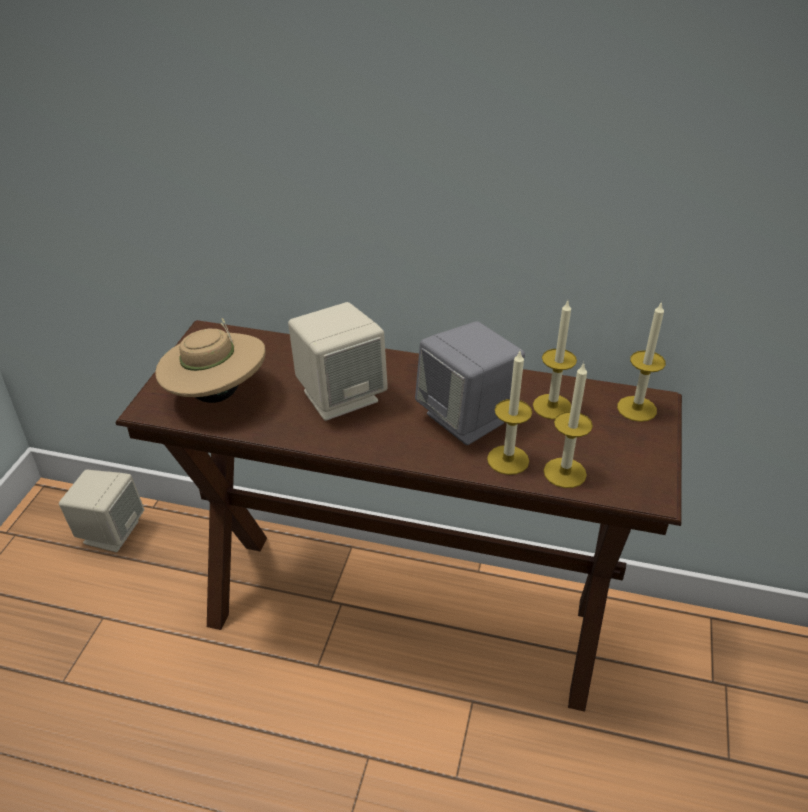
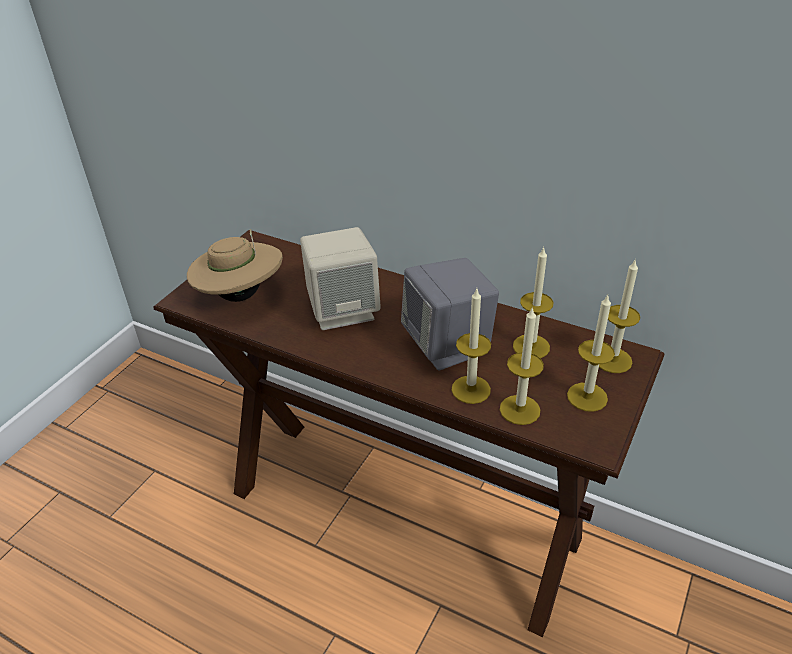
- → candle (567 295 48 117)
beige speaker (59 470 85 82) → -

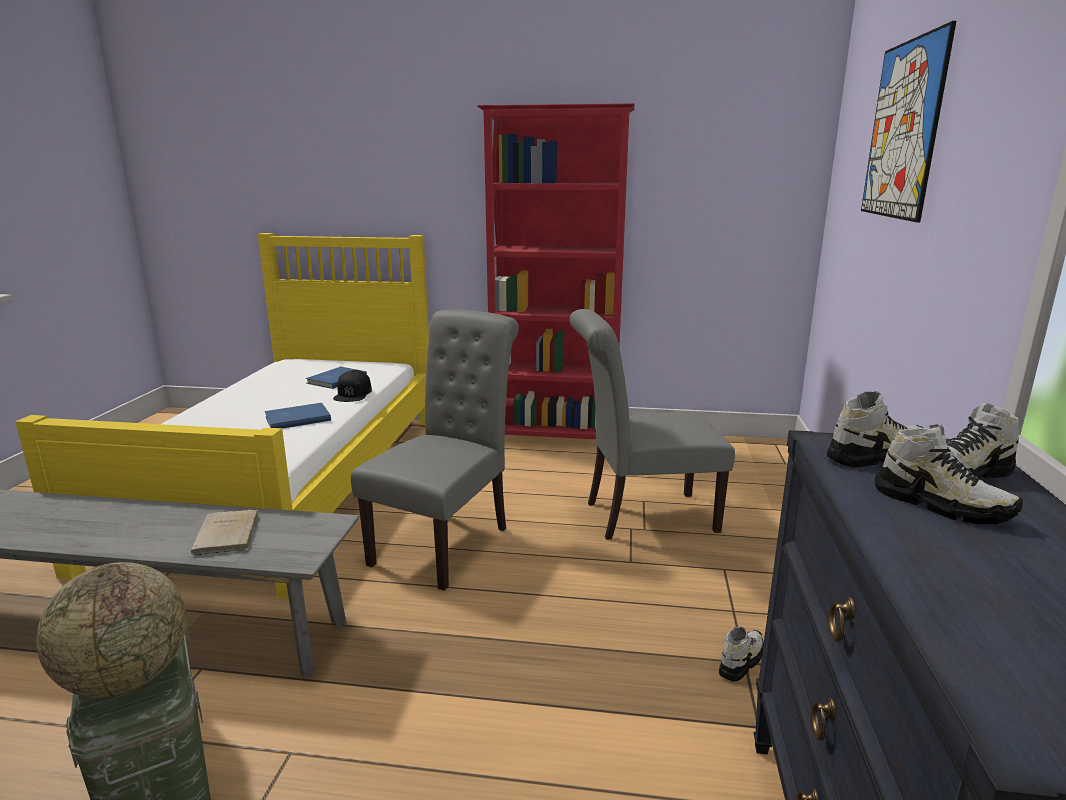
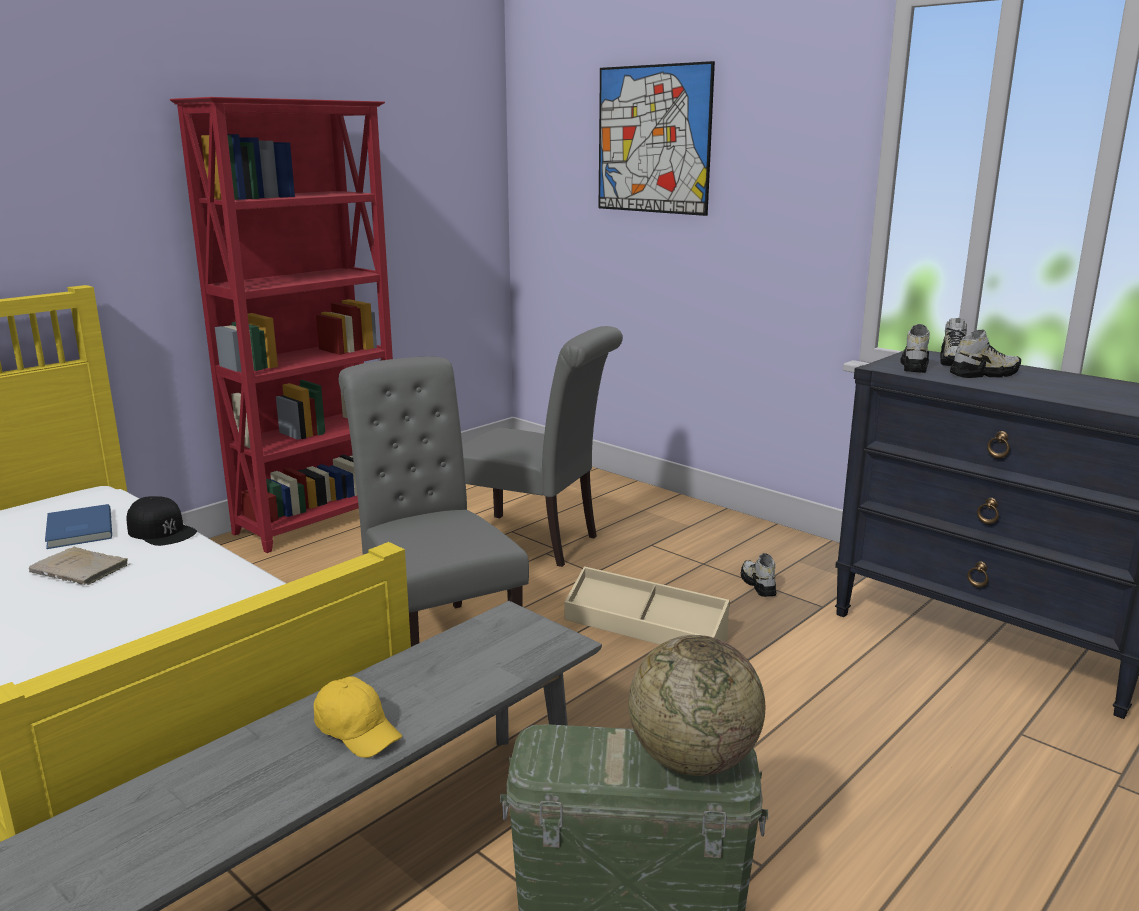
beige book (190 510 68 45) → beige book (29 547 100 38), moved
- → yellow cap (313 676 89 82)
grey chair (570 309 165 231) → grey chair (462 326 161 241), 90 degrees counterclockwise
- → beige storage box (565 566 165 79)
blue book (265 403 66 26) → -

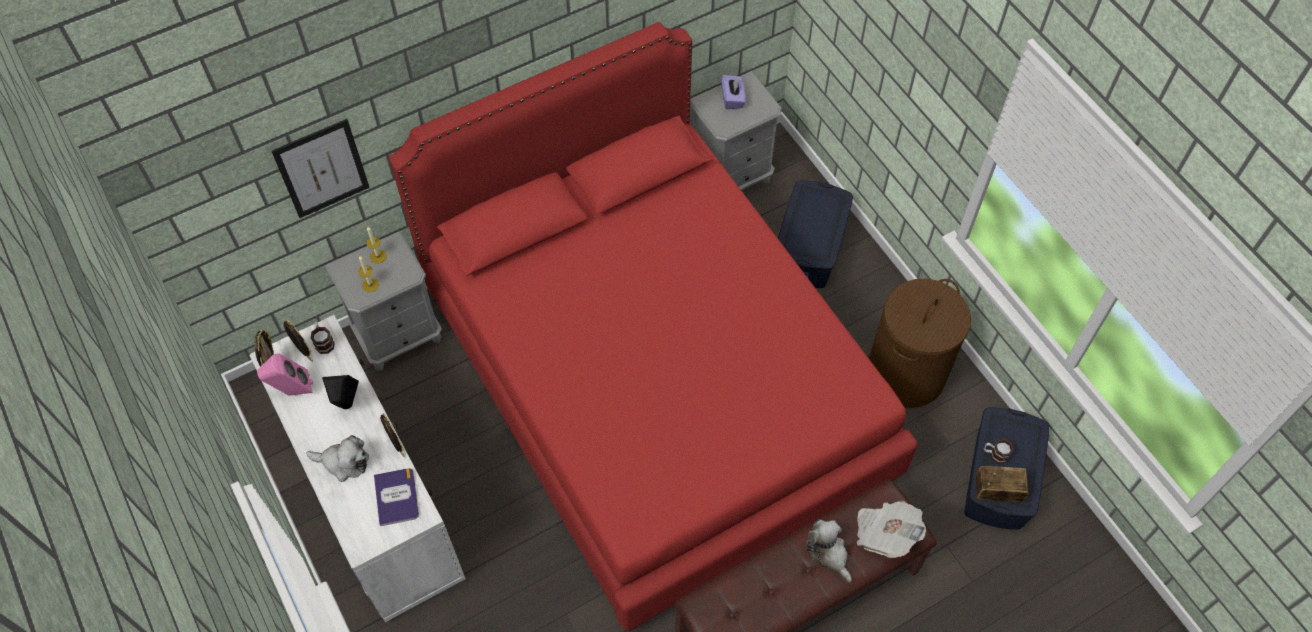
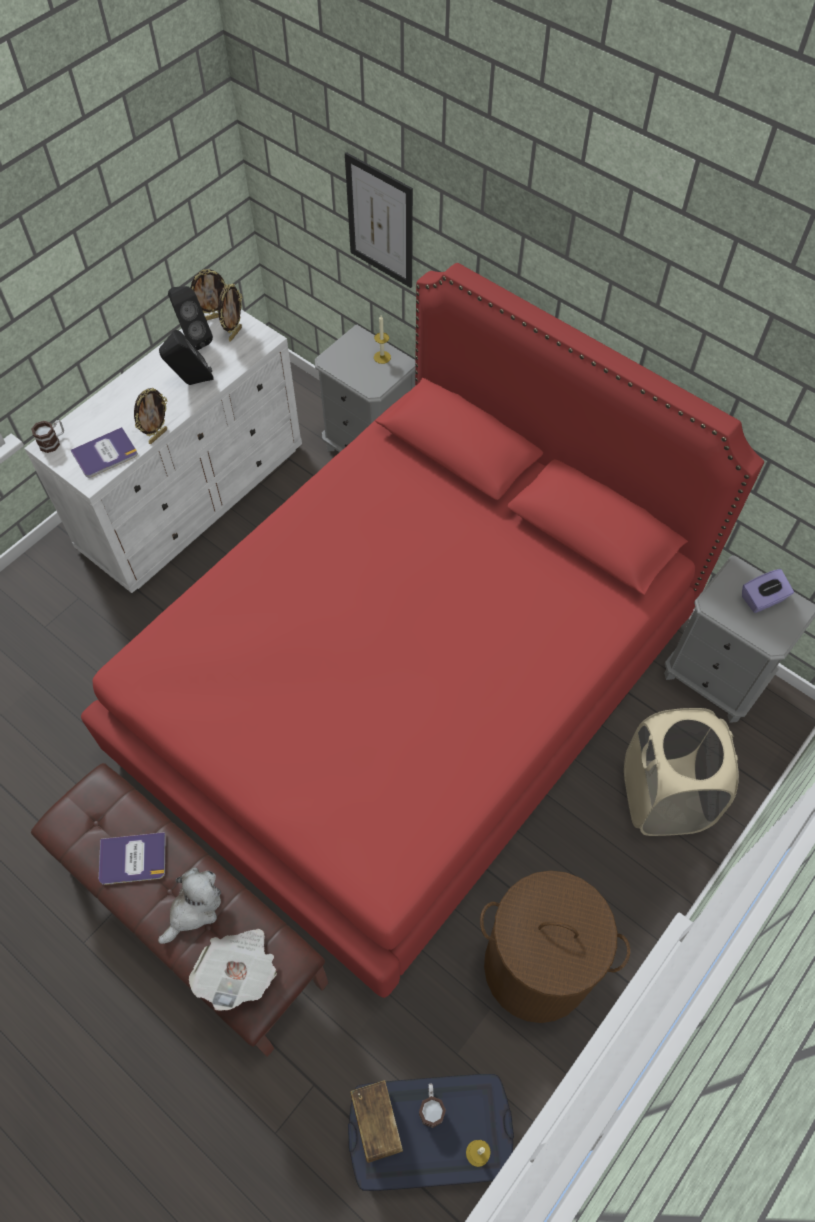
mug (311 322 24 32) → mug (31 420 33 33), moved
- → book (99 832 67 53)
pink speaker (257 354 56 42) → black speaker (168 286 45 65)
candle (358 256 21 36) → candle (466 1140 25 27), moved
blue storage box (778 180 75 108) → beige laundry basket (624 708 115 128)
plush toy (306 435 63 47) → -

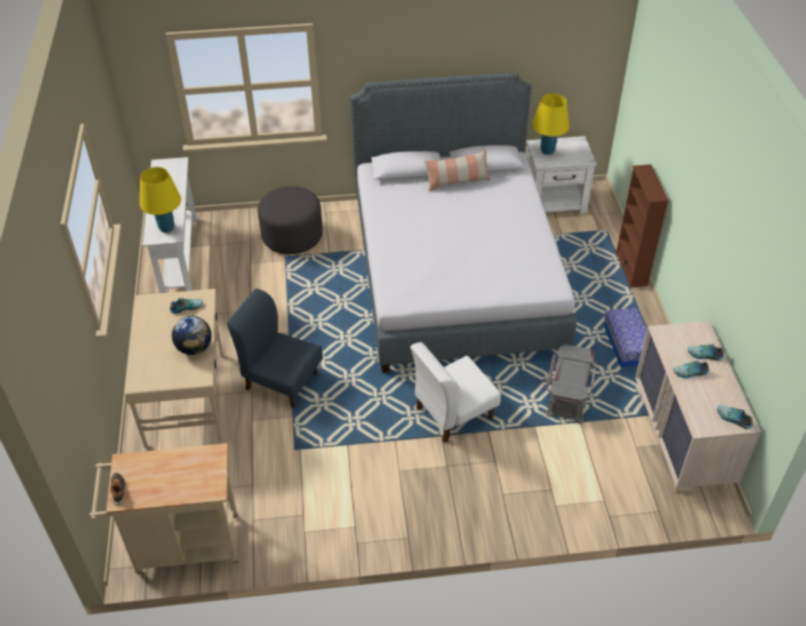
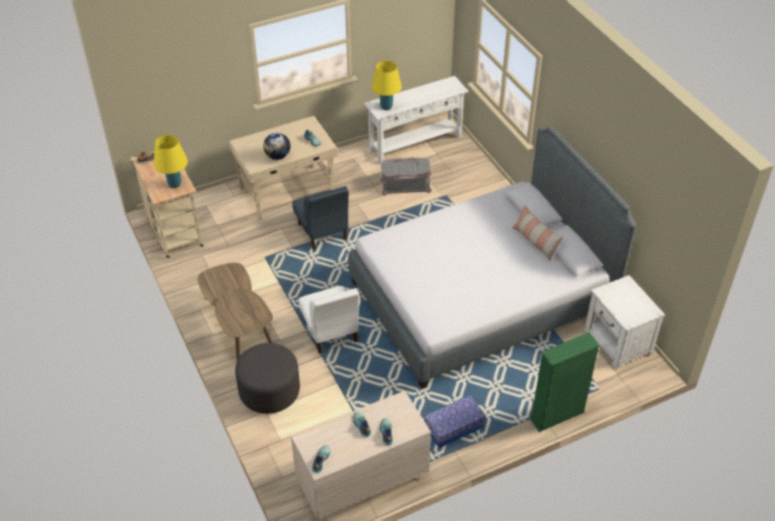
yellow table lamp (532 94 37 61) → yellow table lamp (154 135 34 53), moved
- → brown coffee table (197 263 76 98)
grey ottoman (258 186 65 68) → grey ottoman (235 343 65 71), moved
blue chair (227 288 96 120) → blue chair (292 186 57 64), 150 degrees clockwise
white chair (410 342 91 101) → white chair (298 286 61 68), 150 degrees counterclockwise
grey storage box (545 344 52 80) → grey storage box (380 158 52 37), moved
brown bookcase (615 164 54 123) → green bookcase (530 333 70 99)

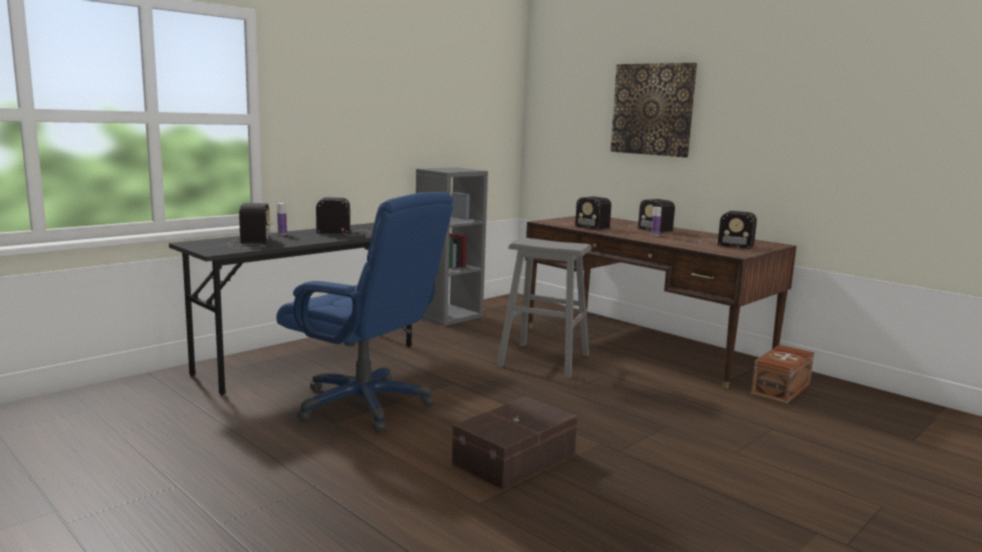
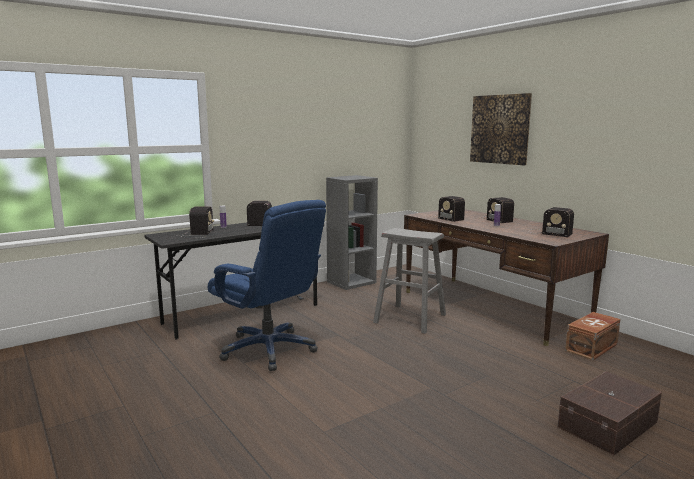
brown storage box (452 396 126 94) → brown storage box (558 371 104 84), moved

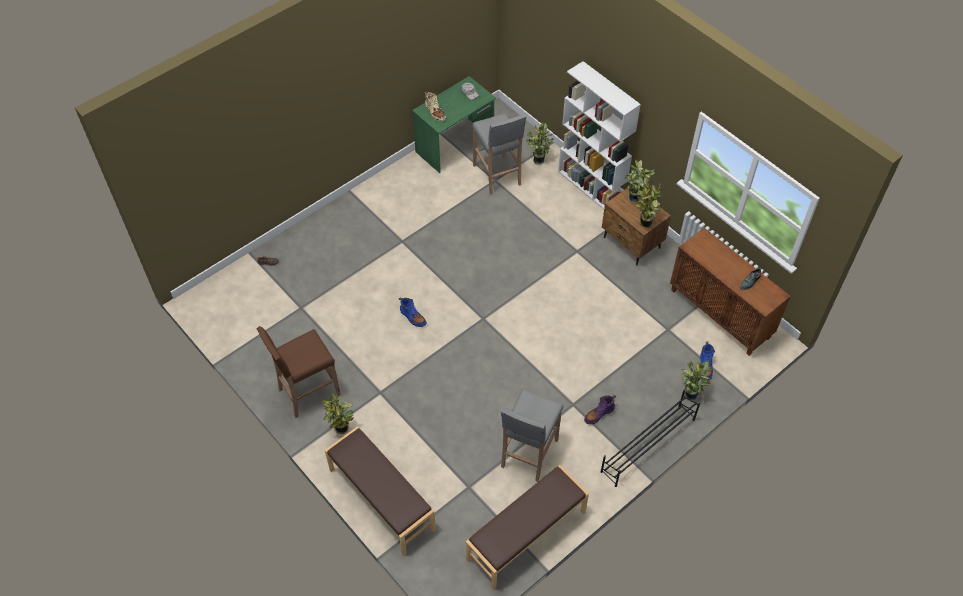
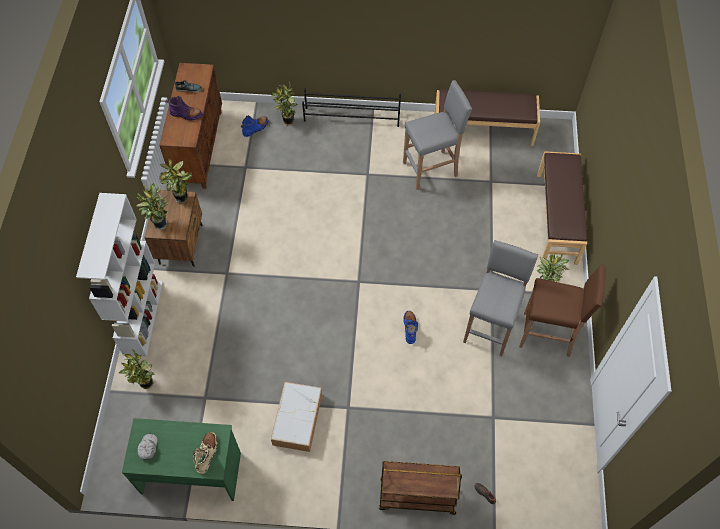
purple boot (584 395 32 29) → purple boot (166 96 37 24), moved
- → storage box (271 382 51 70)
- → brown cart (379 461 83 54)
grey stool (472 113 55 82) → grey stool (463 240 75 116), moved

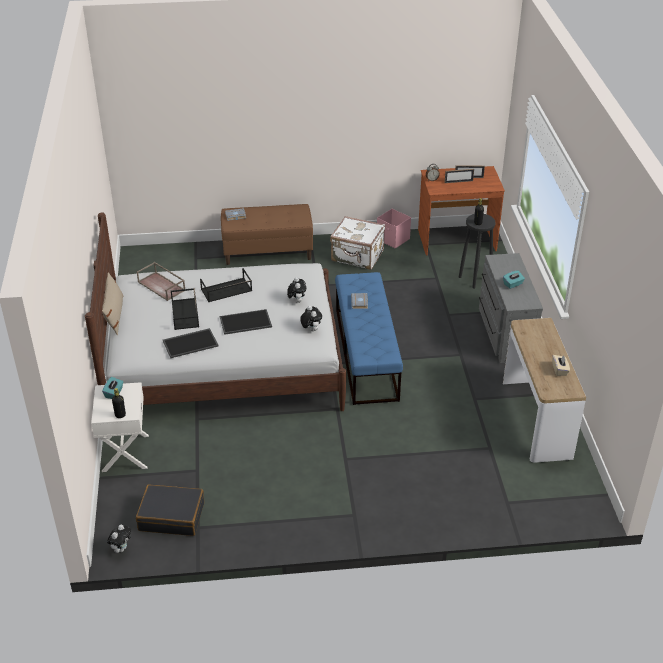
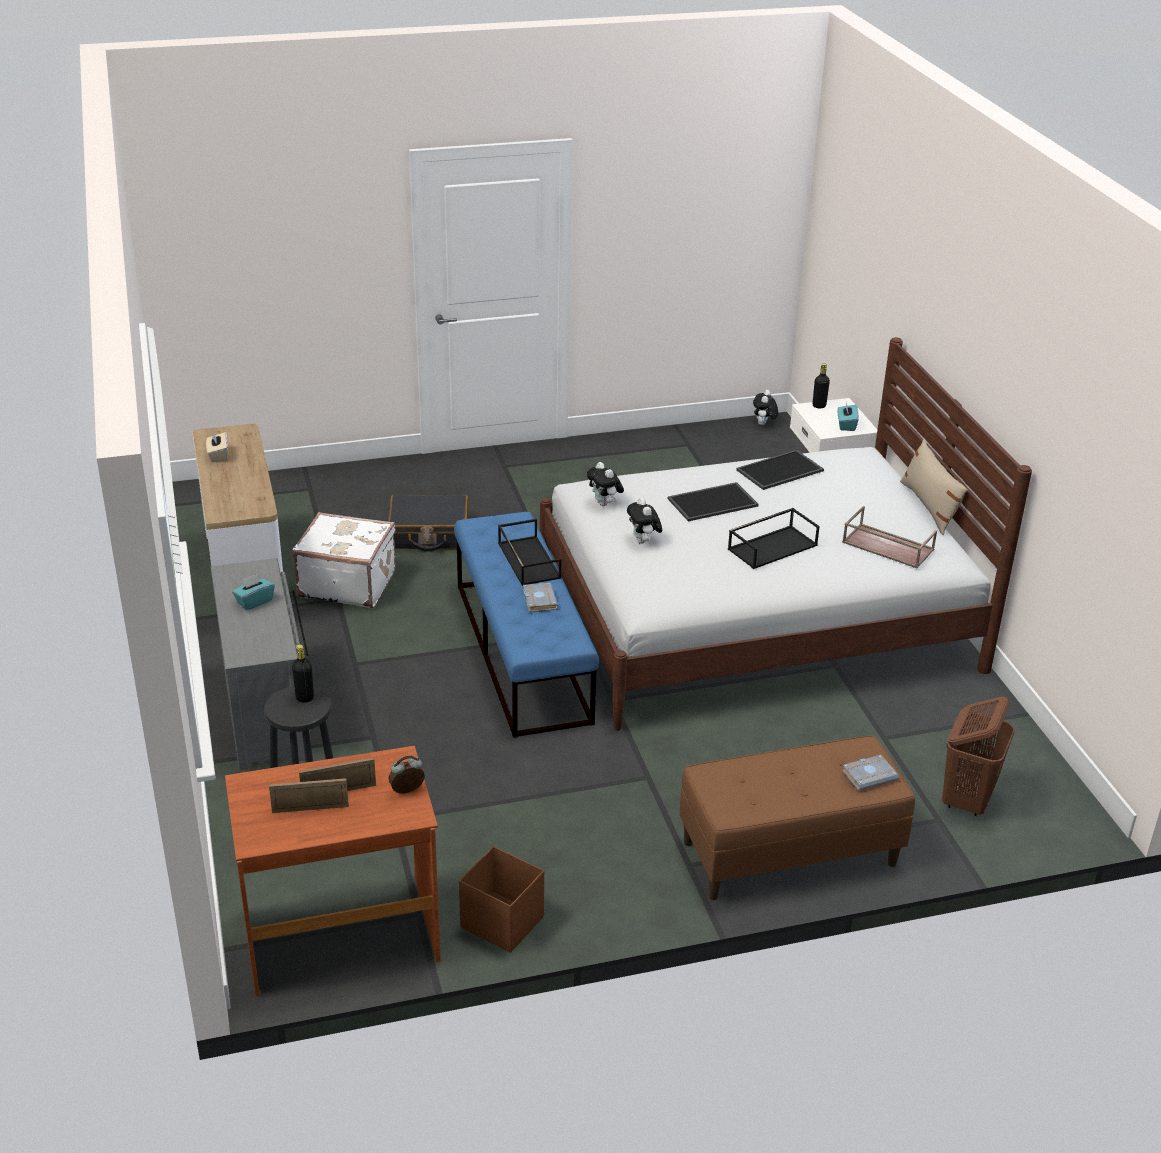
white suitcase (330 216 55 54) → white suitcase (292 512 104 96), moved
black suitcase (136 485 68 51) → black suitcase (388 495 81 57), moved
pink storage box (377 209 34 39) → brown storage box (459 847 85 106)
black tray (171 288 28 42) → black tray (498 519 63 67), moved
- → brown laundry basket (942 697 73 119)

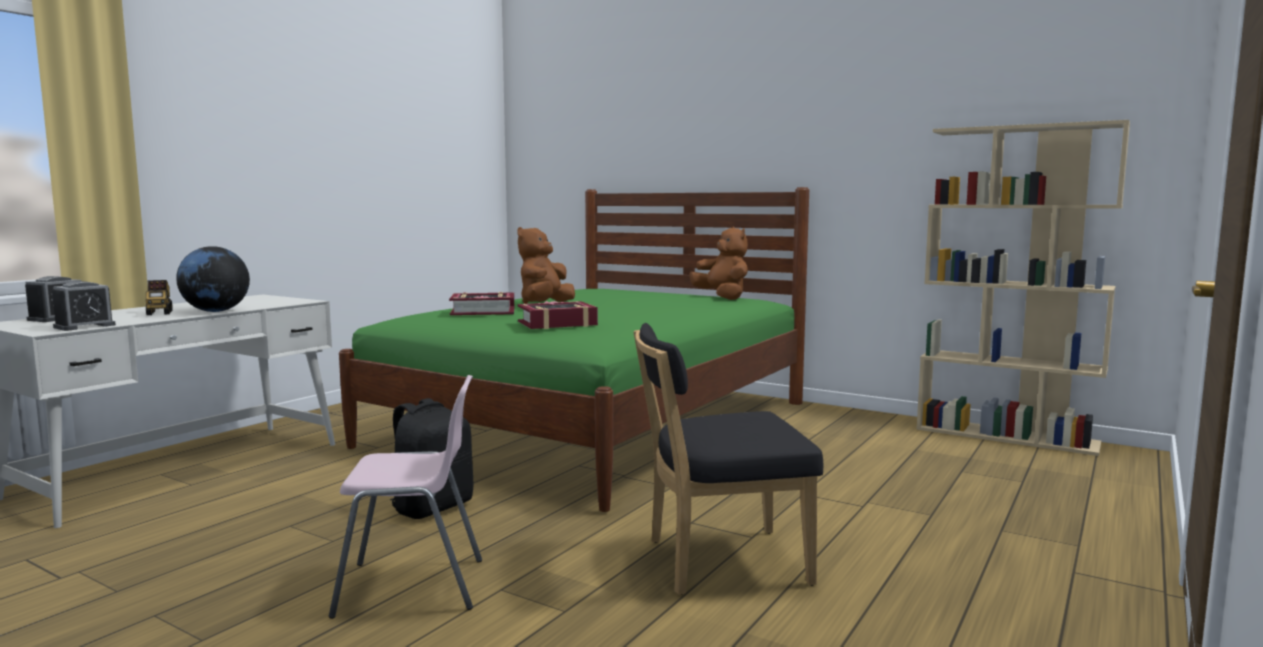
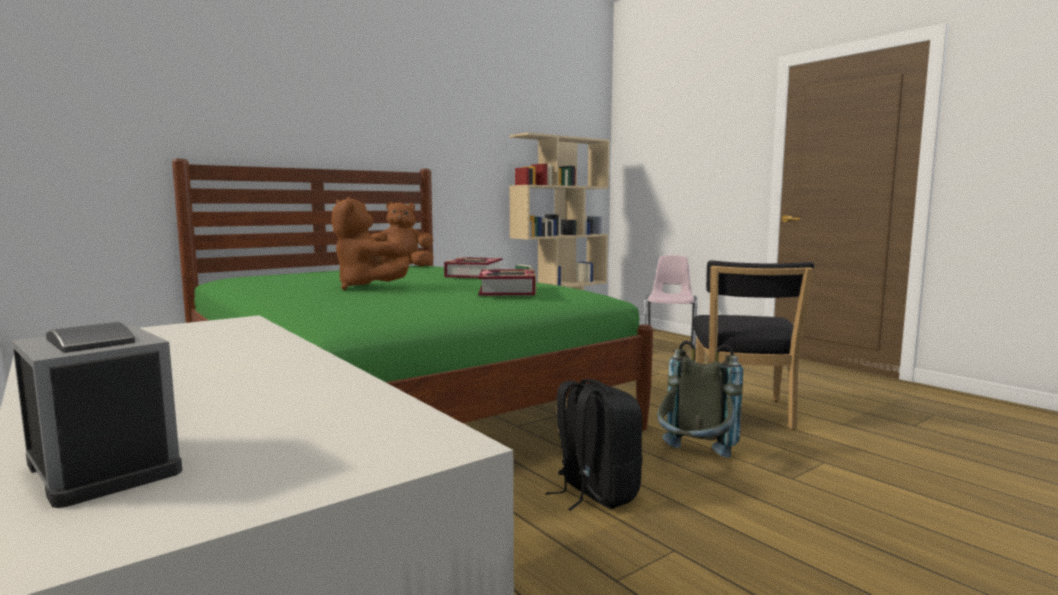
book (449 292 65 23) → book (444 257 59 21), moved
pink chair (329 375 153 244) → pink chair (644 255 53 99), moved
- → grey backpack (658 340 85 118)
alarm clock (52 281 64 50) → -
toy truck (146 280 27 35) → -
globe (176 246 74 66) → -

